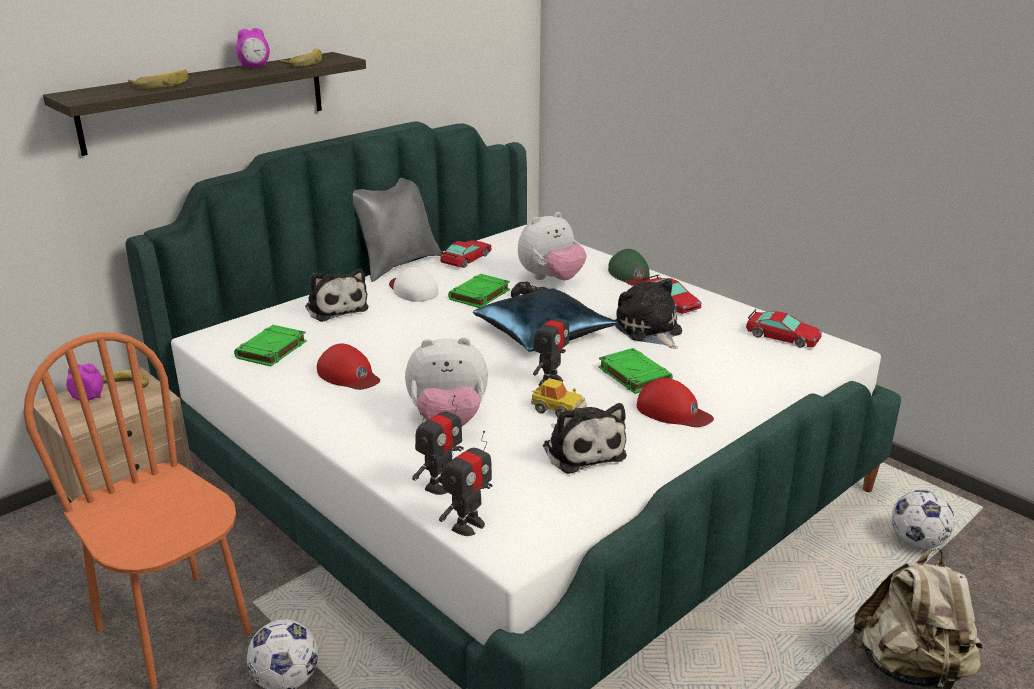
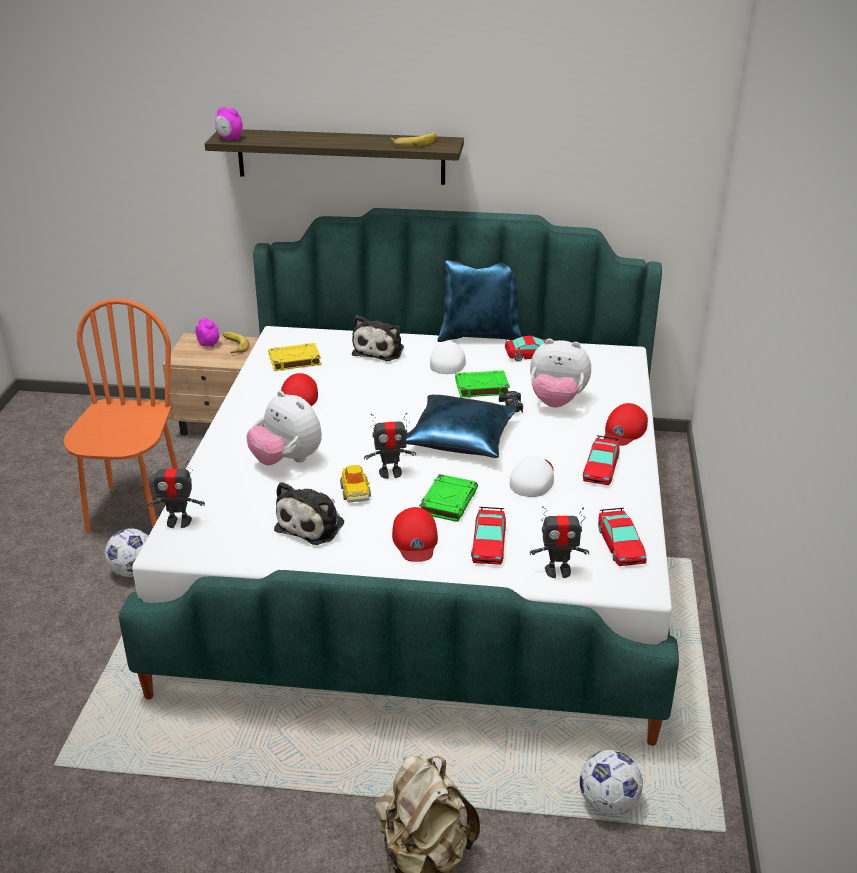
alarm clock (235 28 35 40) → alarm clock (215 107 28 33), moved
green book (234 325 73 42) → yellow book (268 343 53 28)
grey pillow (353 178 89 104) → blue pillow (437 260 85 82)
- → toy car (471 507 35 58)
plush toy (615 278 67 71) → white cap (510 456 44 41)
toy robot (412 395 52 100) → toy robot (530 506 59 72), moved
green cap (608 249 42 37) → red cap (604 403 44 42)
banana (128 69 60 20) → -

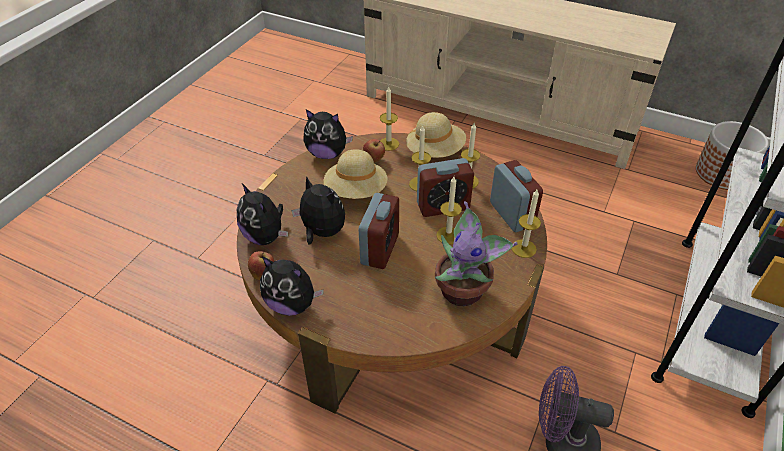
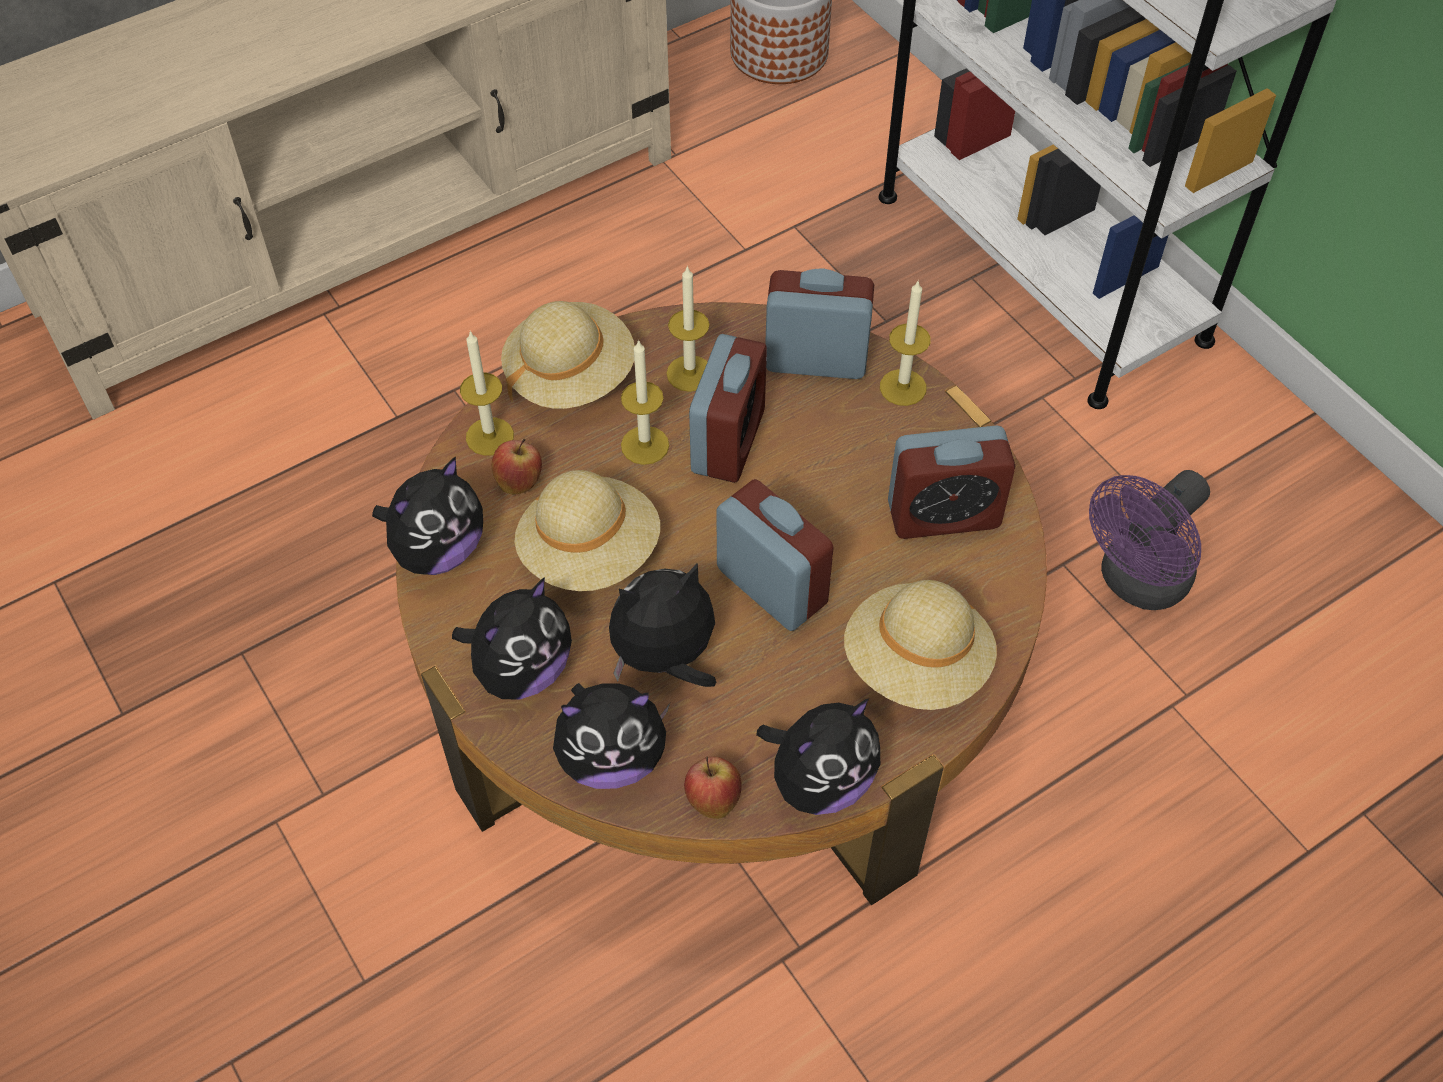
- → plush toy (452 577 120 123)
- → beige hat (844 580 153 130)
potted plant (435 201 82 105) → alarm clock (888 425 127 114)
candle (437 177 25 68) → -

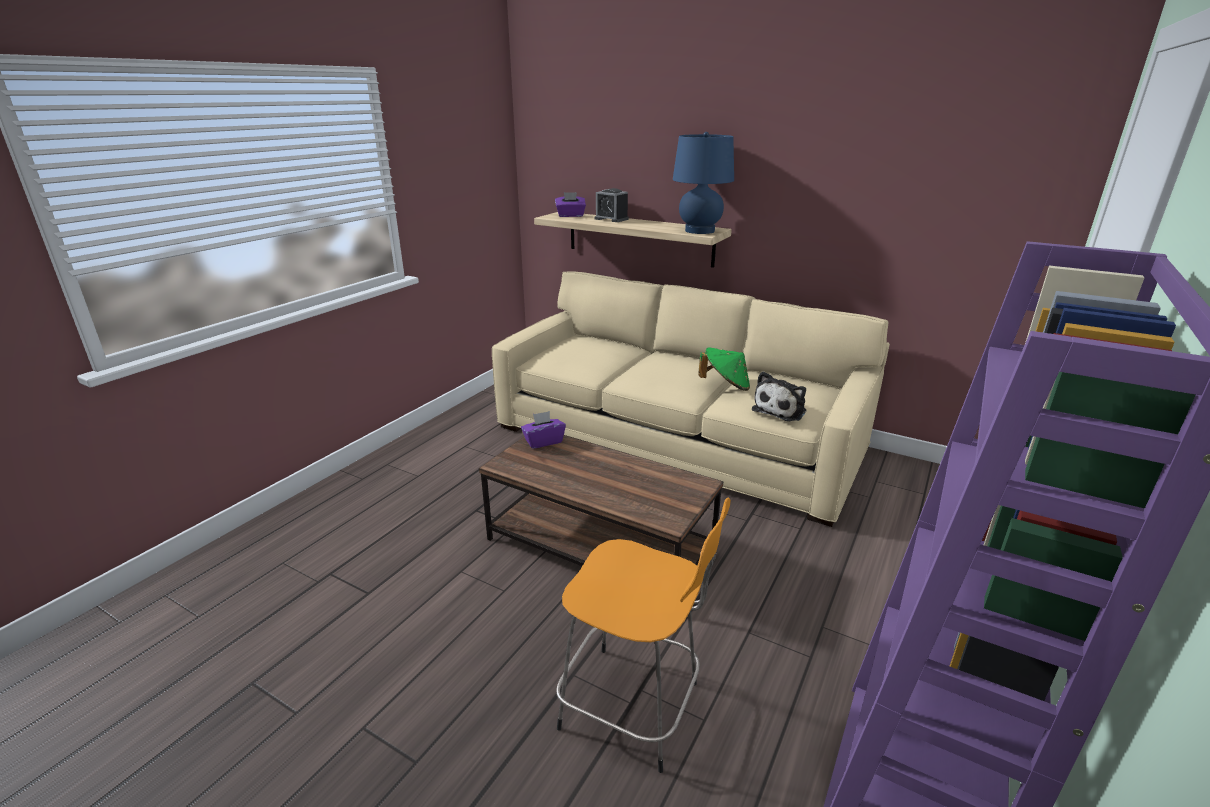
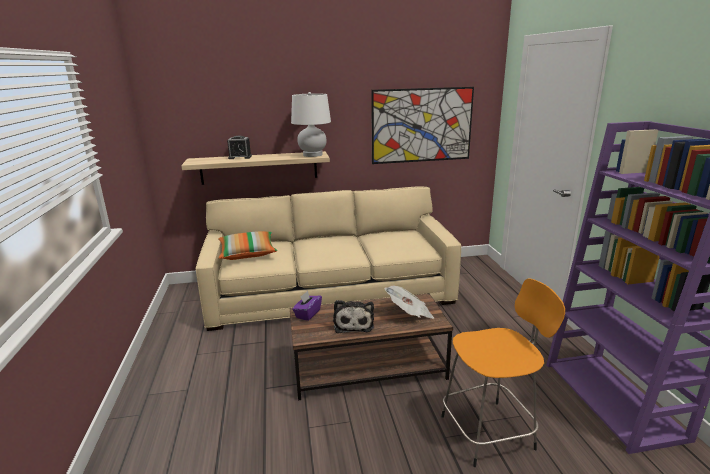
- → pillow (218 231 59 29)
blue table lamp (673 132 61 102) → white table lamp (291 92 40 65)
plush toy (752 371 55 50) → plush toy (333 300 41 33), moved
- → picture (371 87 103 77)
- → newspaper (384 286 50 33)
purple tissue box (555 192 31 25) → -
green hat (698 347 52 44) → -

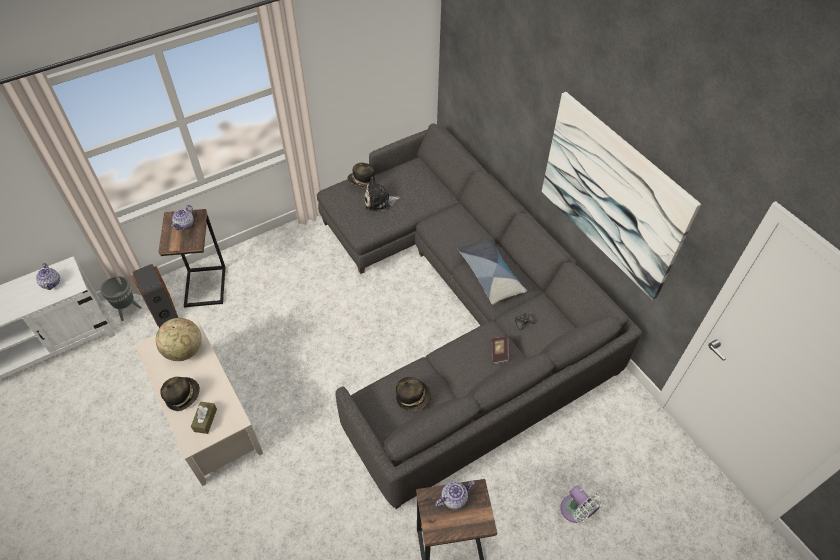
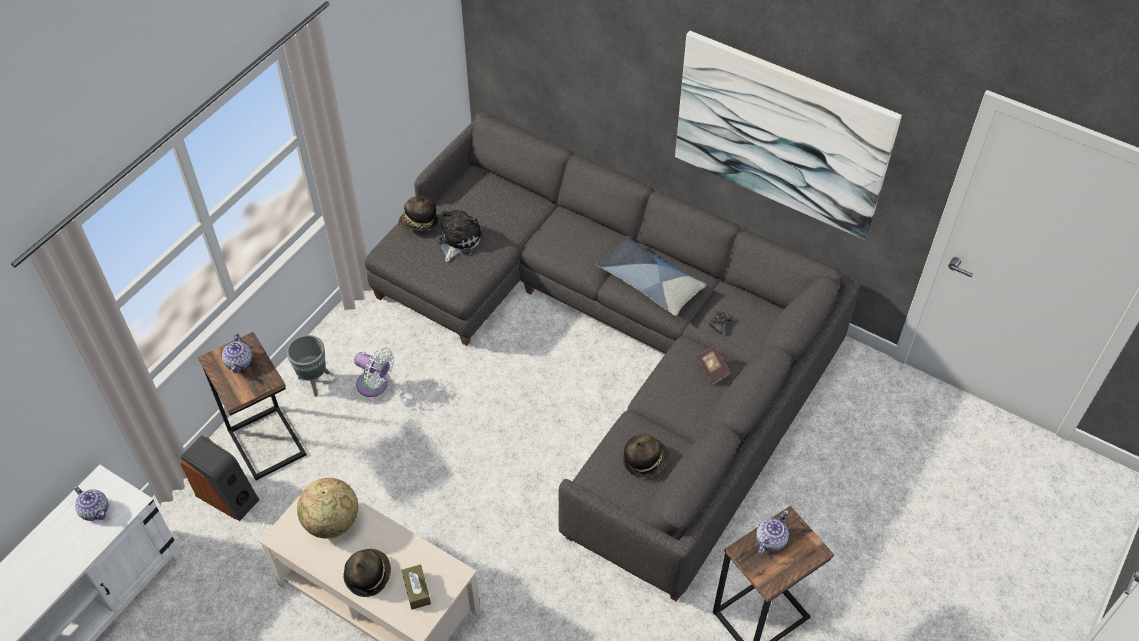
grey planter (100 276 42 45) → grey planter (287 335 42 62), moved
white fan (560 486 46 37) → white fan (354 347 40 50), moved
plush toy (365 177 36 35) → plush toy (438 210 45 52), 150 degrees clockwise

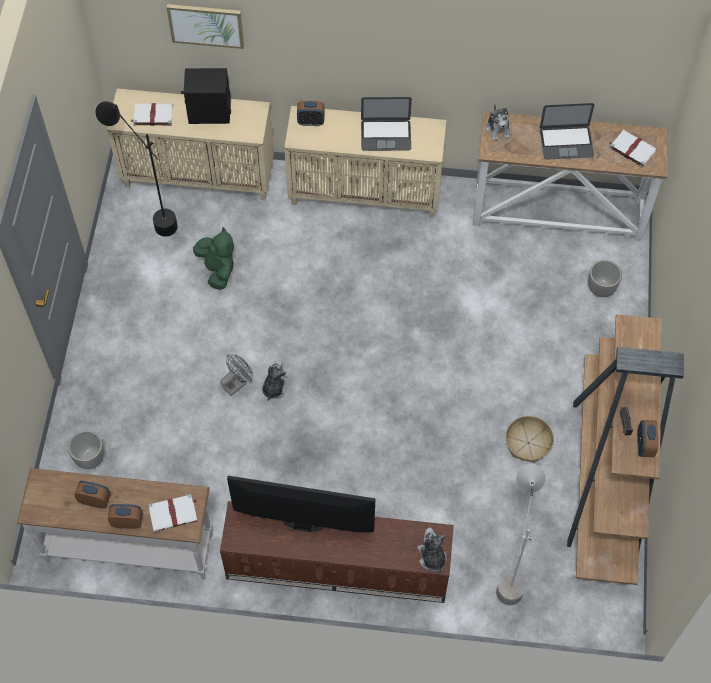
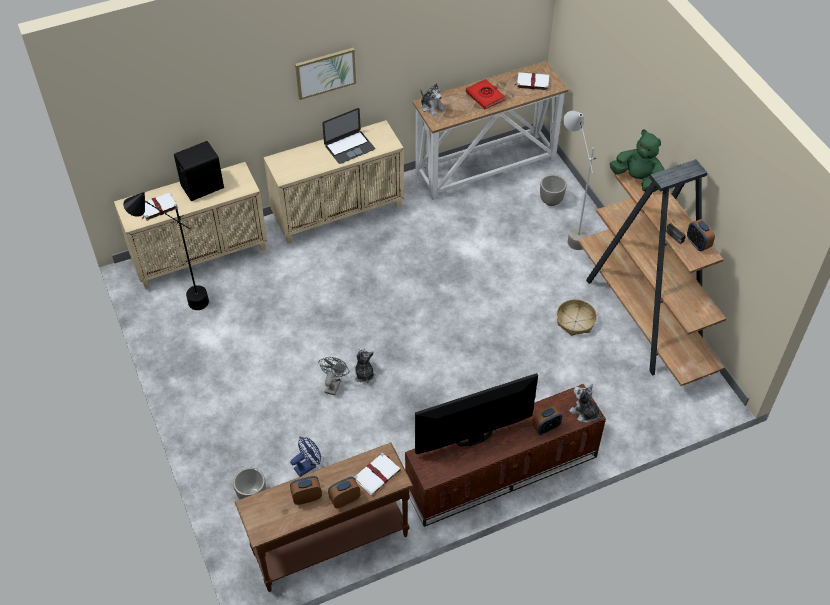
white console table (17 468 196 112) → brown console table (235 442 178 150)
- → blue fan (290 437 31 40)
picture (167 4 77 45) → picture (295 48 61 52), moved
laptop (540 103 54 57) → red book (466 79 39 30)
alarm clock (297 101 28 25) → alarm clock (532 406 30 29), moved
grey floor lamp (496 464 50 141) → grey floor lamp (563 111 34 139), moved
green plush toy (193 227 41 63) → green plush toy (610 130 55 62), moved

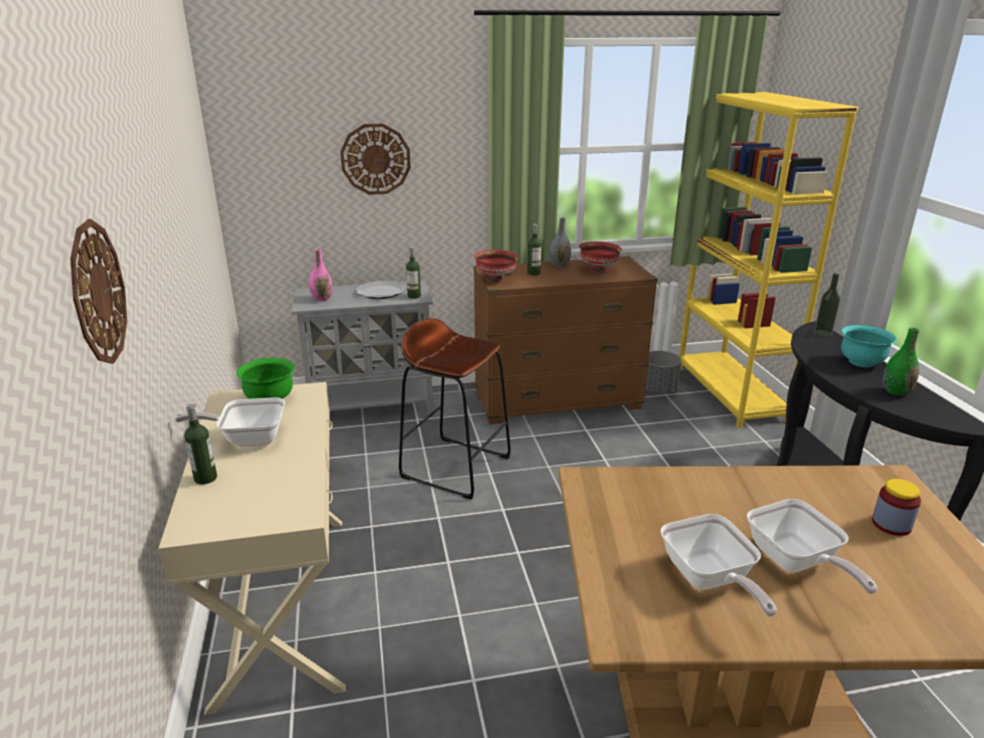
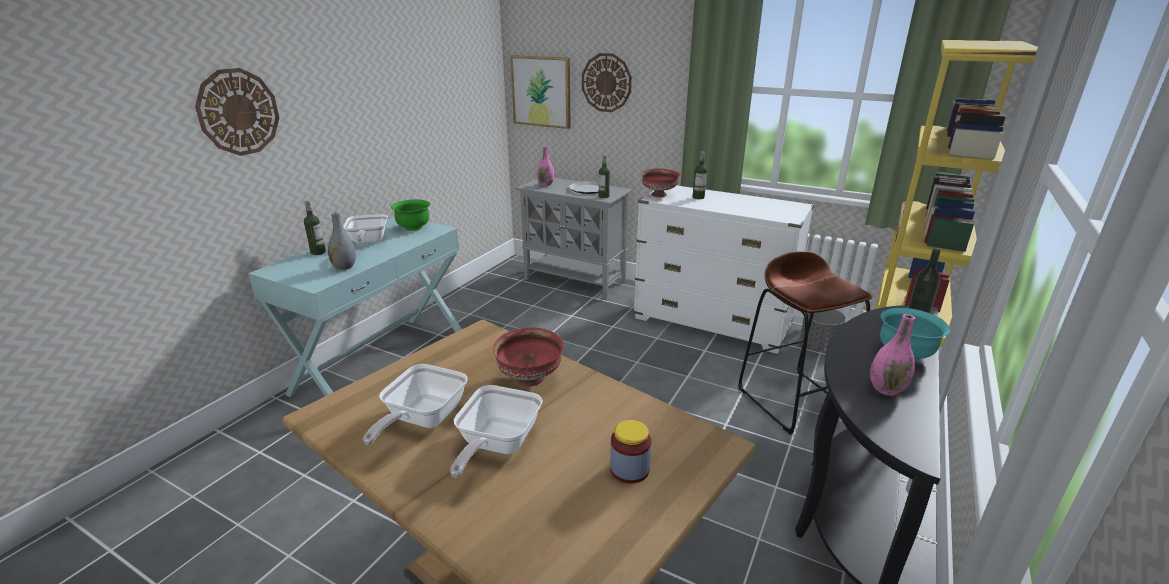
beige console table (158 382 188 333) → turquoise console table (248 217 214 180)
grey vase (549 217 22 50) → grey vase (328 212 28 58), moved
frying pan (175 397 110 50) → frying pan (343 214 45 30), 135 degrees counterclockwise
red bowl (579 241 43 32) → red bowl (493 327 71 59), moved
- → picture (510 55 61 74)
brown dresser (473 256 185 168) → white dresser (634 185 180 169)
brown stool (399 318 112 182) → brown stool (738 251 134 184), moved
green vase (883 328 36 68) → pink vase (870 314 45 82)

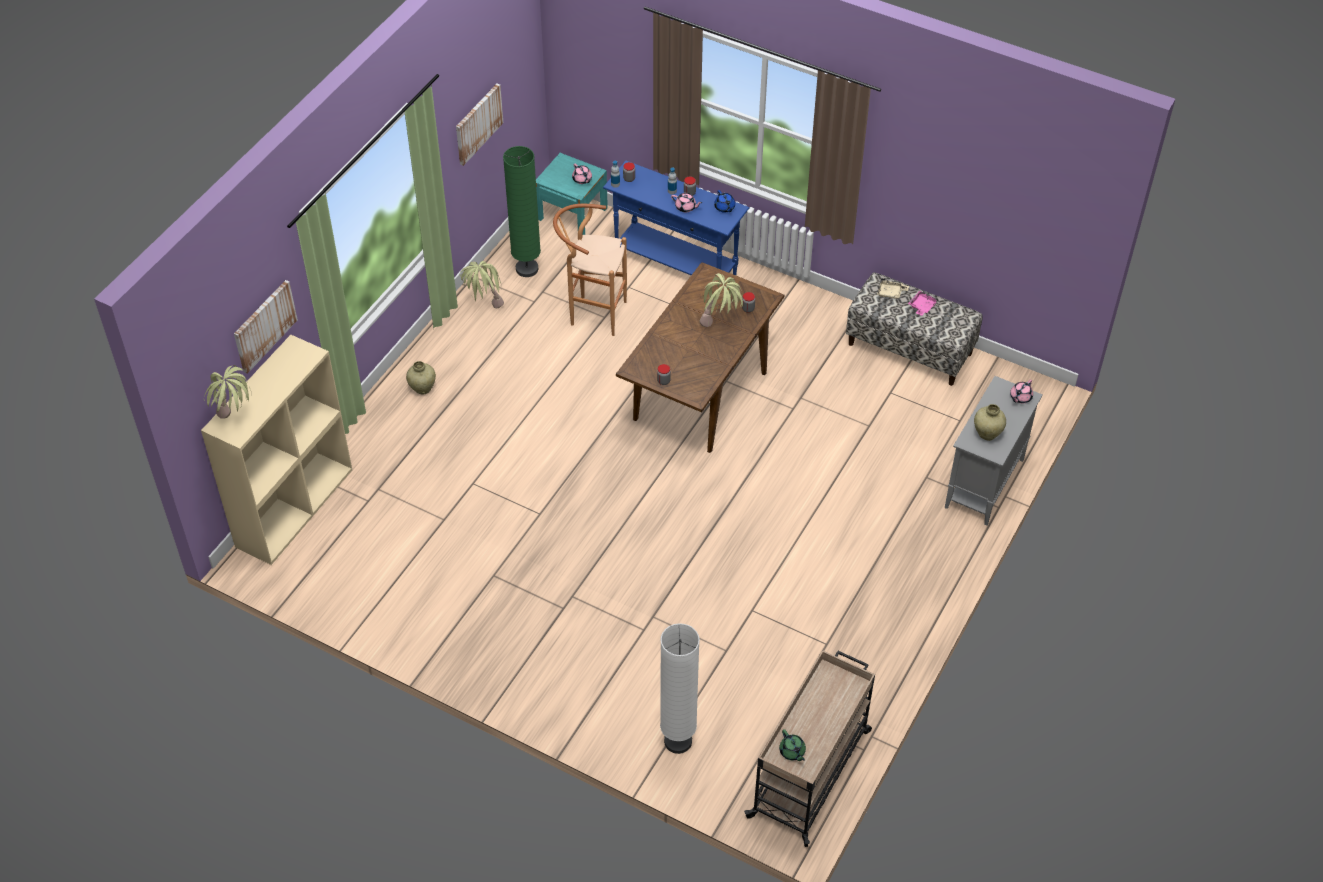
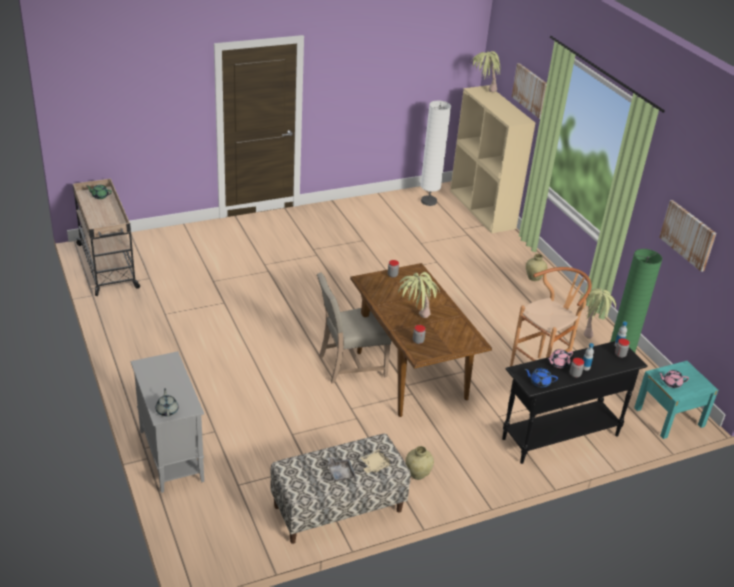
pink teapot (1010 380 23 23) → grey teapot (155 388 24 29)
- → beige chair (317 273 75 111)
pink tray (908 291 30 25) → grey tray (327 457 29 25)
beige vase (974 404 32 37) → beige vase (405 446 29 34), moved
white floor lamp (660 623 40 131) → white floor lamp (420 101 31 105), moved
blue console table (603 160 146 115) → black console table (502 341 146 123)

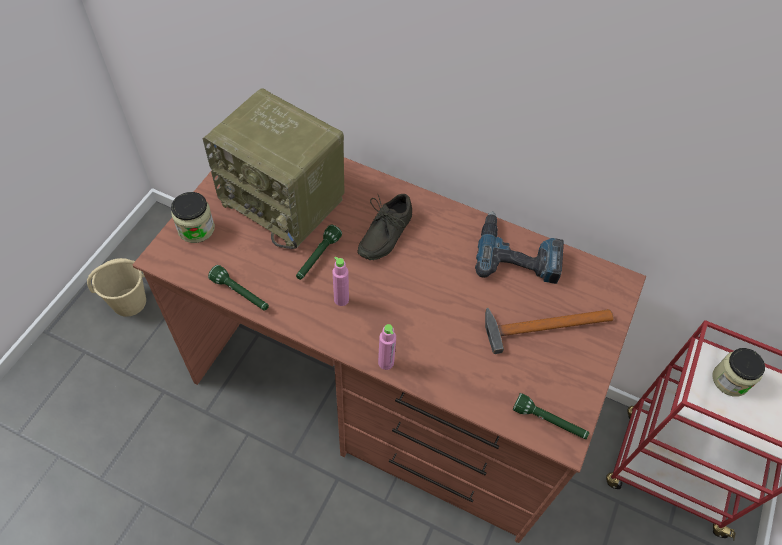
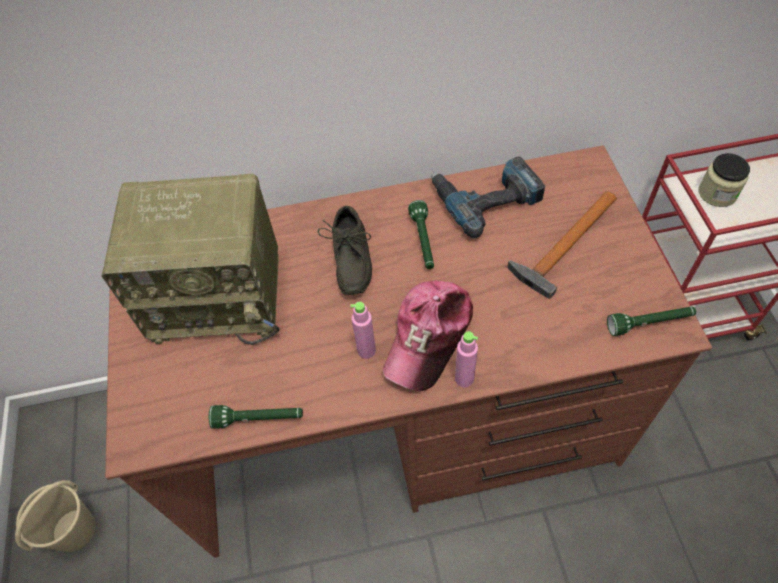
- → cap (383 280 90 111)
green flashlight (296 225 46 55) → green flashlight (408 200 26 69), moved
jar (171 192 44 51) → -

